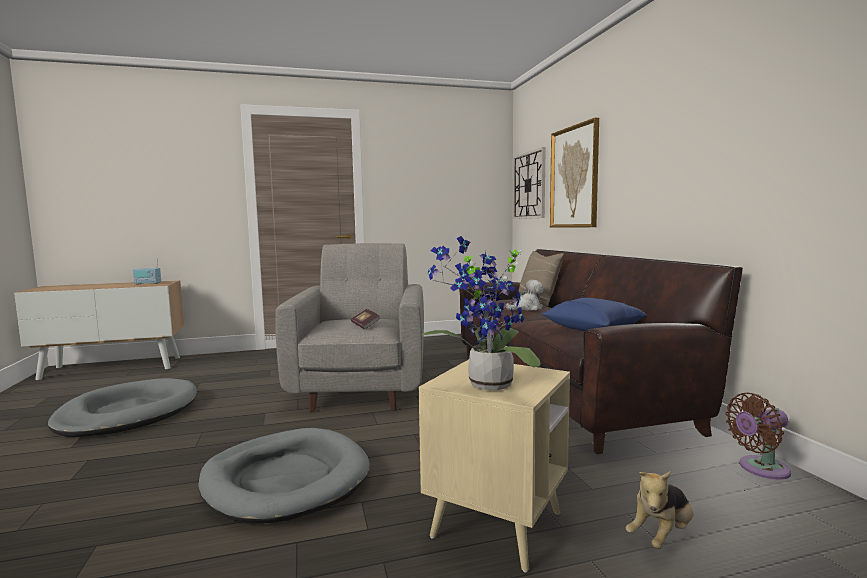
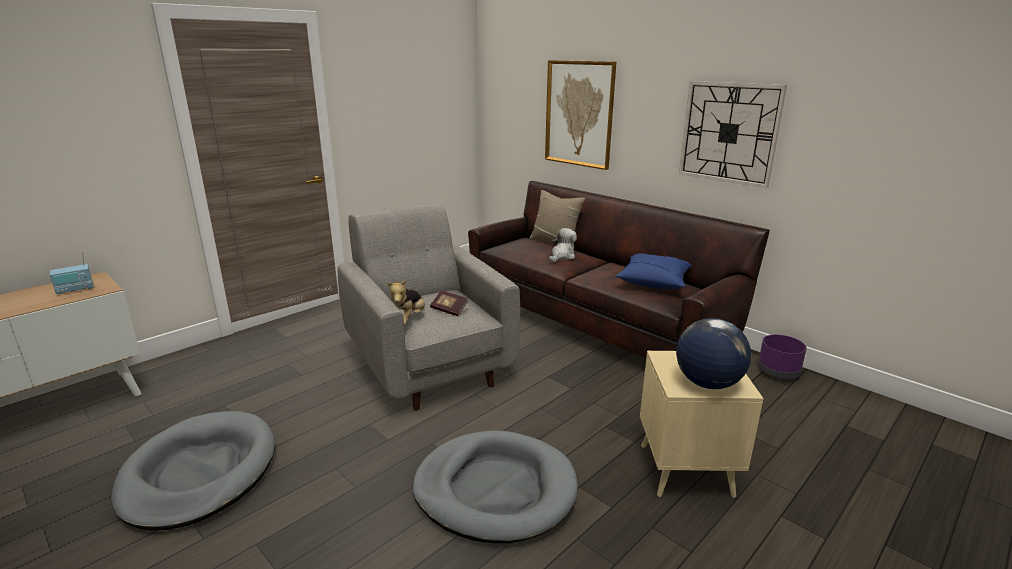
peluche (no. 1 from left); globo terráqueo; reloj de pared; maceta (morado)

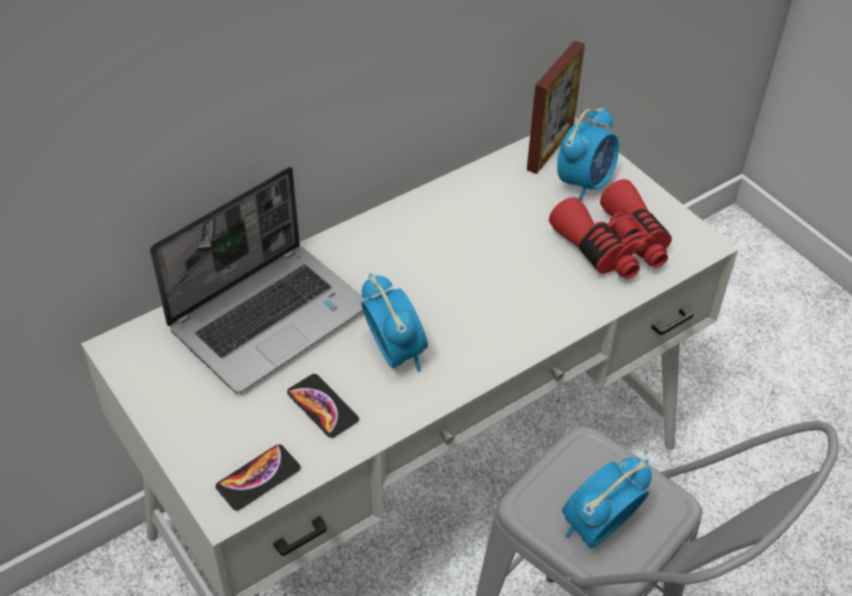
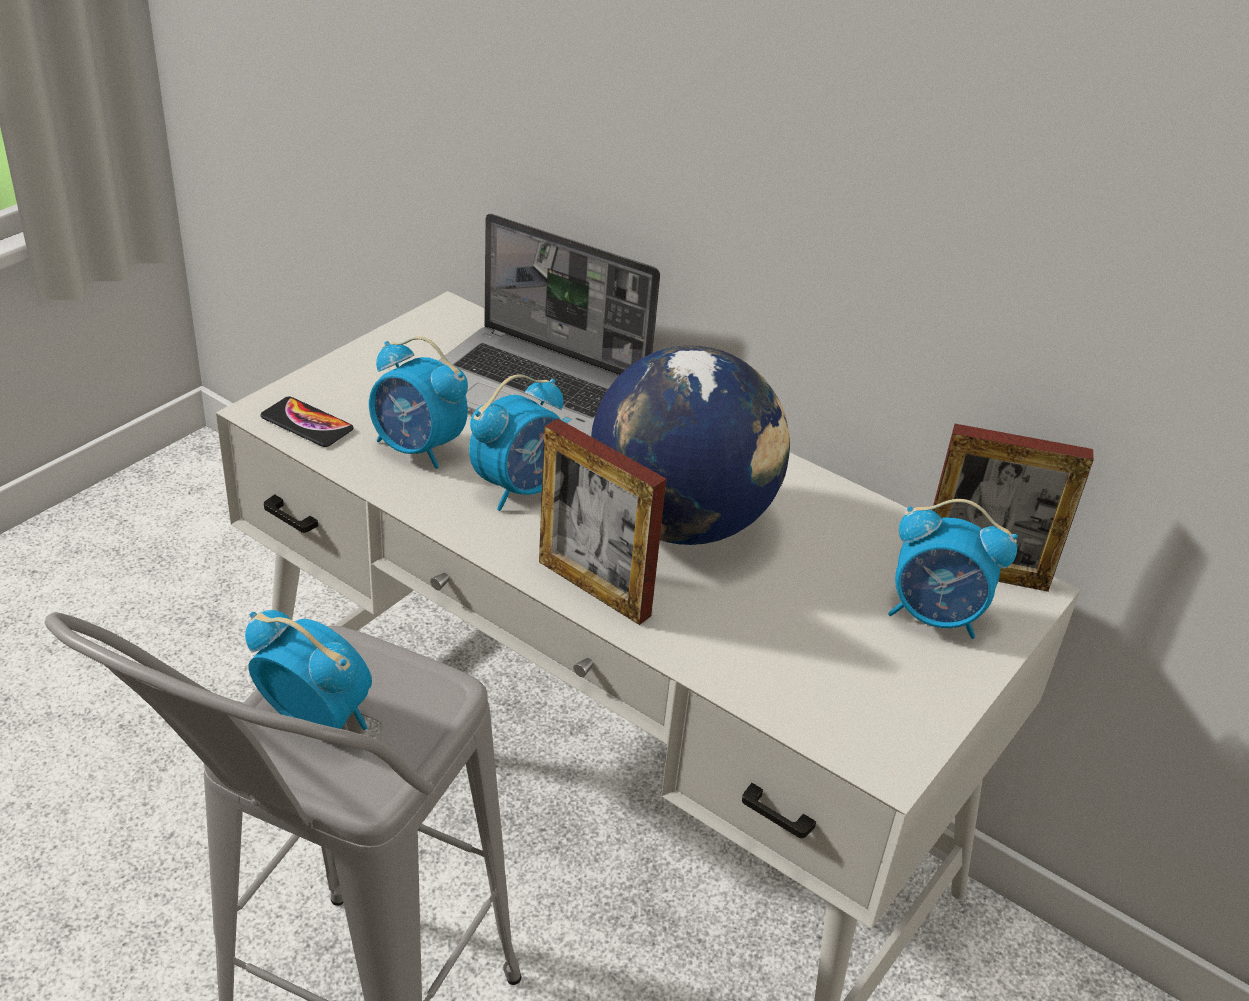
despertador (no. 2 from left); portarretratos (no. 1 from left); globo terráqueo; prismáticos (rojo)

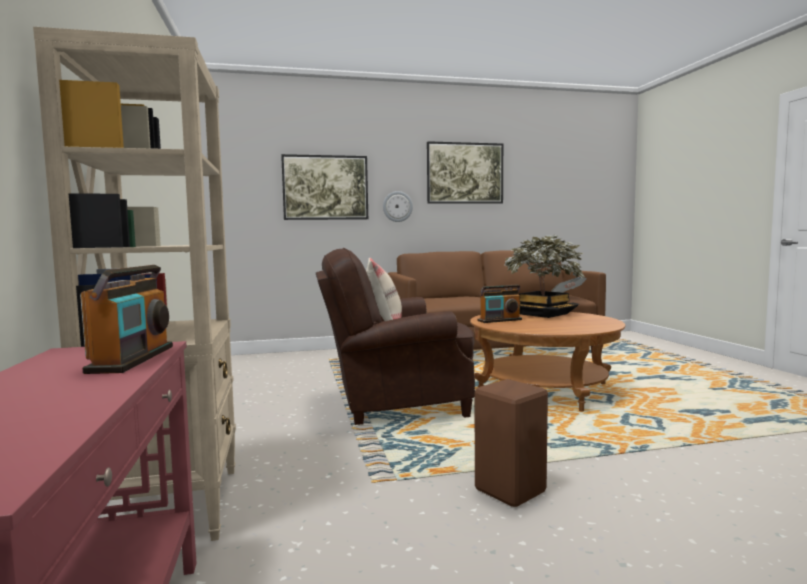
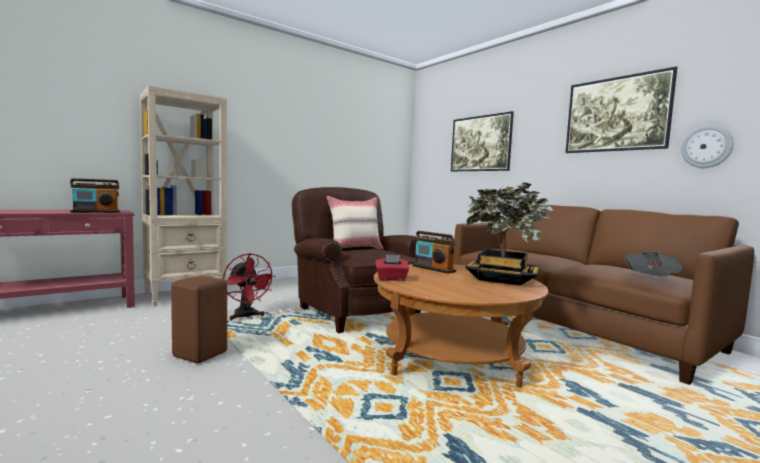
ventilador (rojo); caja de pañuelos (rojo); reloj de pared

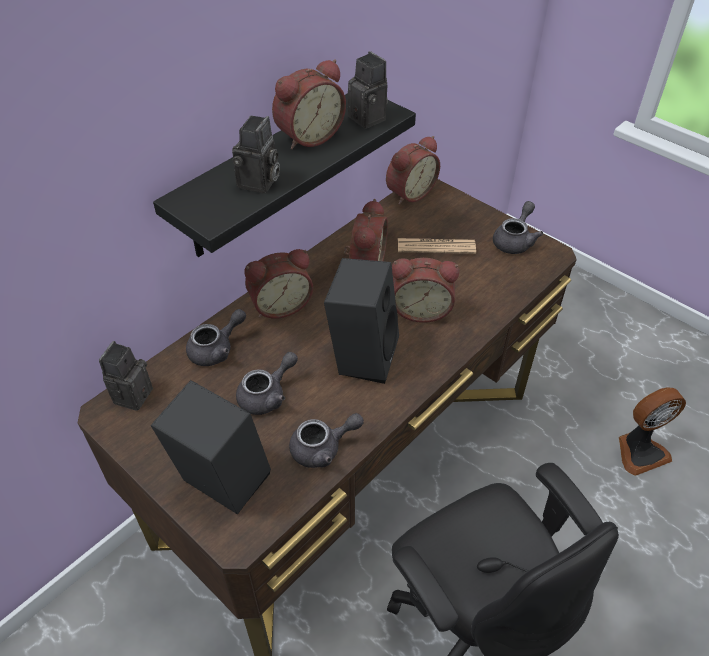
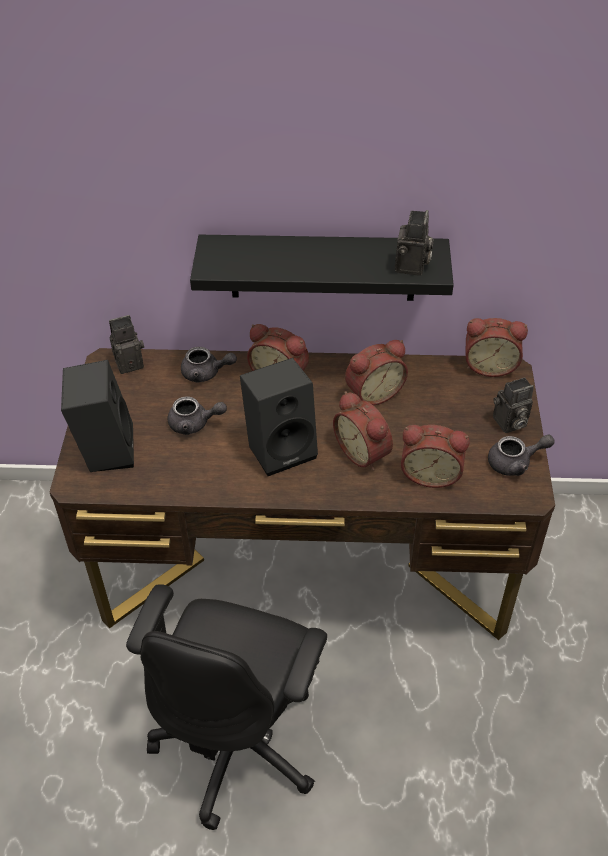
despertador (no. 4 from left); cámara (no. 3 from left); tetera (gris) (no. 3 from left in the first image); periódico; ventilador

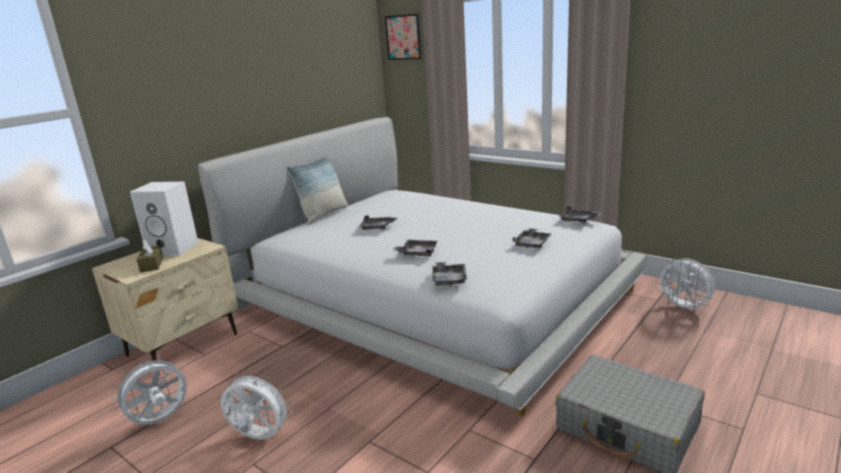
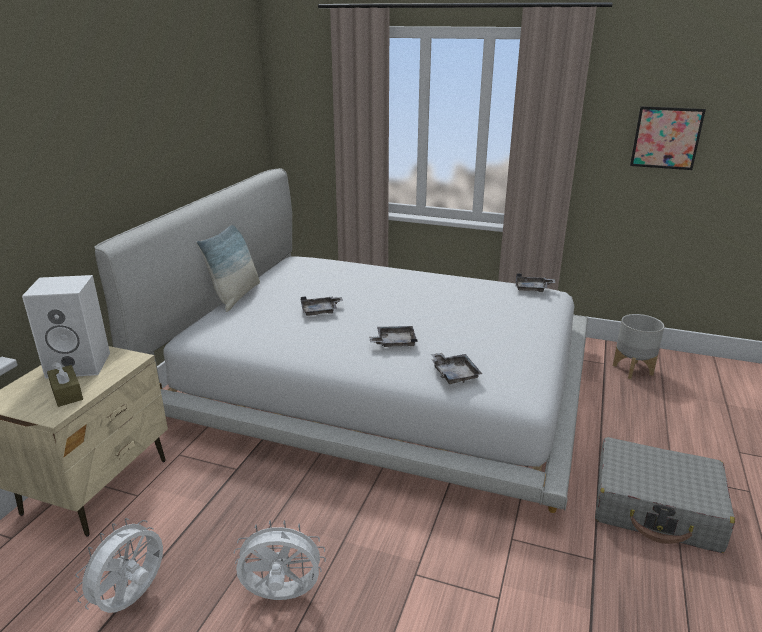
maceta (gris); cuadro; bandeja (gris) (no. 4 from left in the first image)

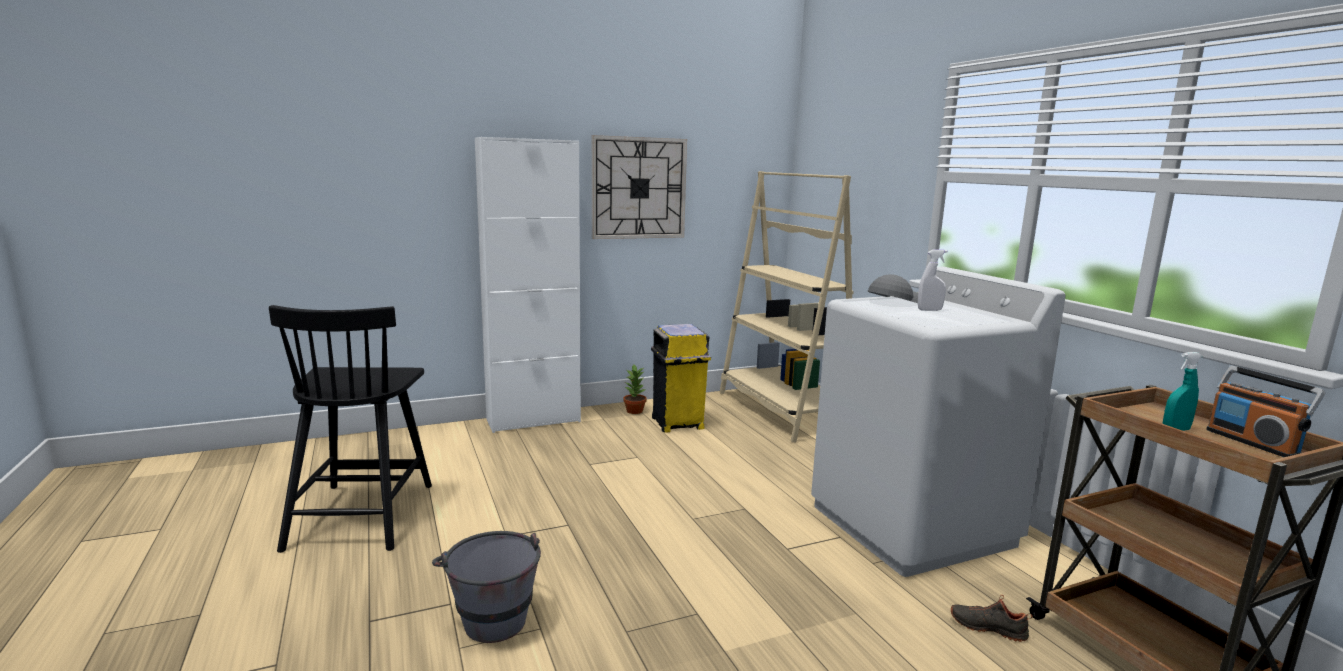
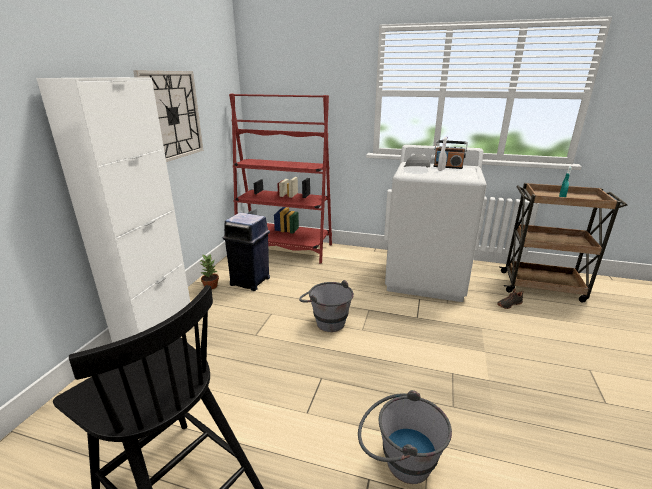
papelera (azul); estantería (rojo); cubo (gris) (no. 1 from left); radio

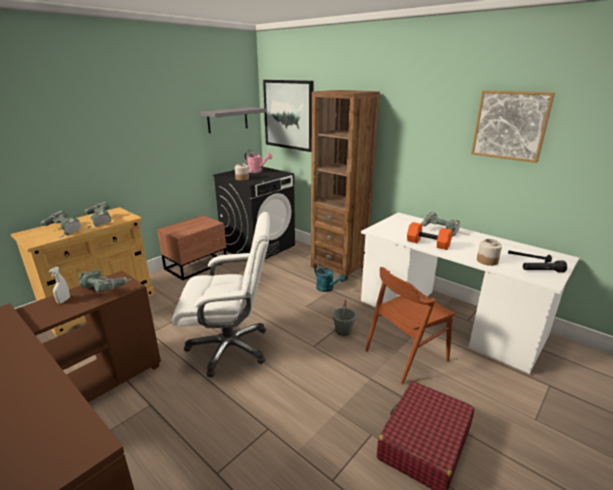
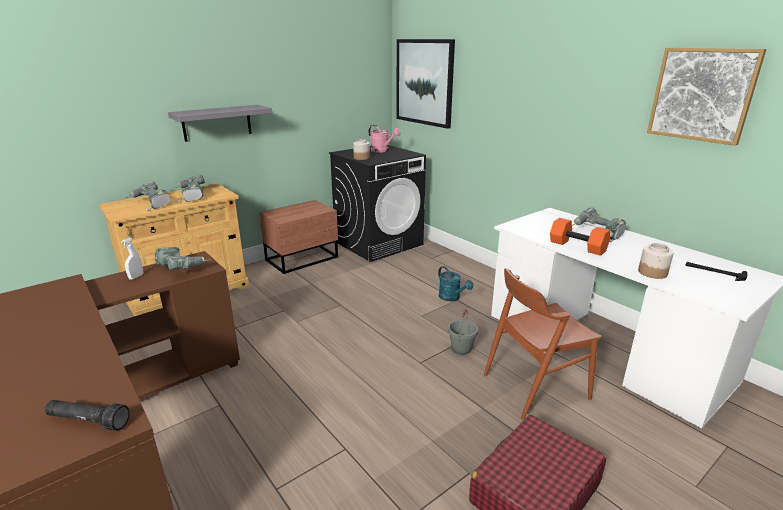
linterna (negro); estante (gris); silla de oficina (blanco); estantería (marrón)

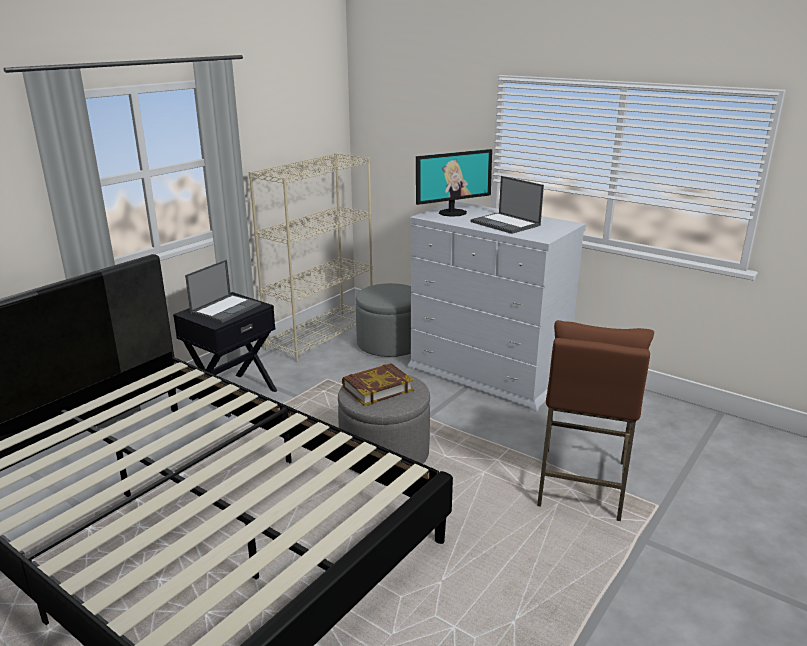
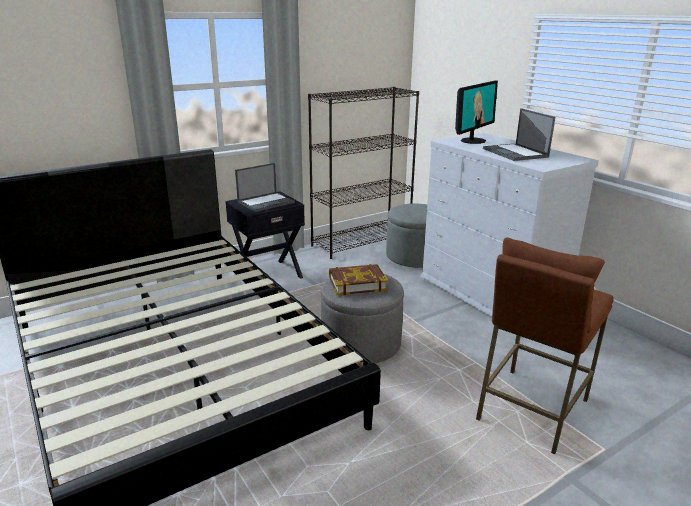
estantería (negro); monitor

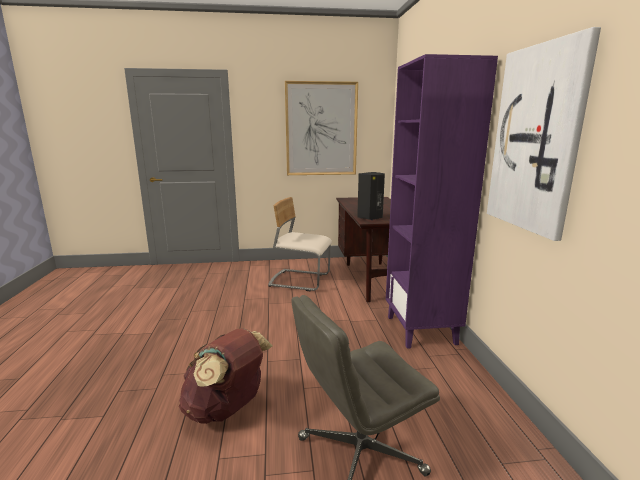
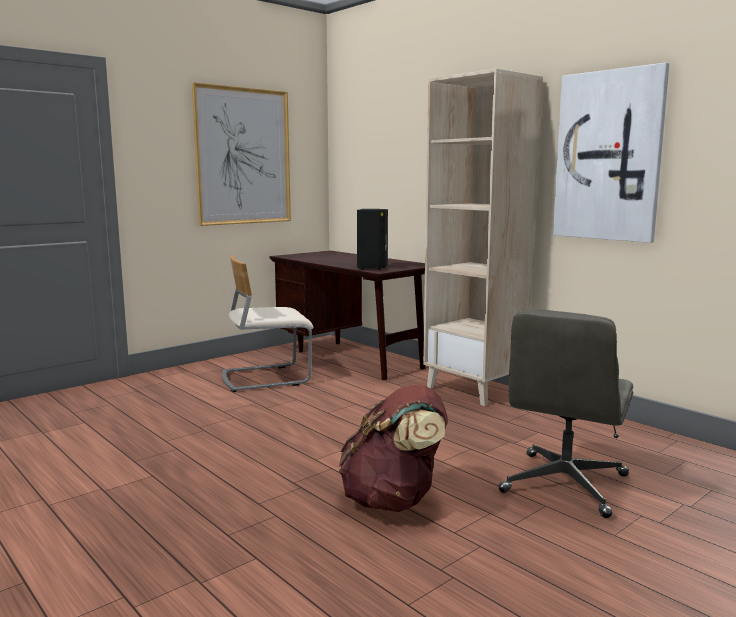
estantería (beis)

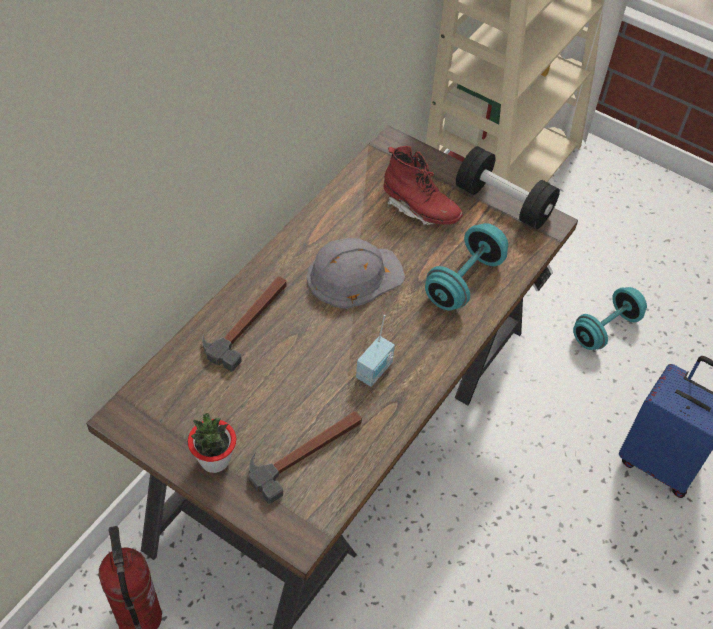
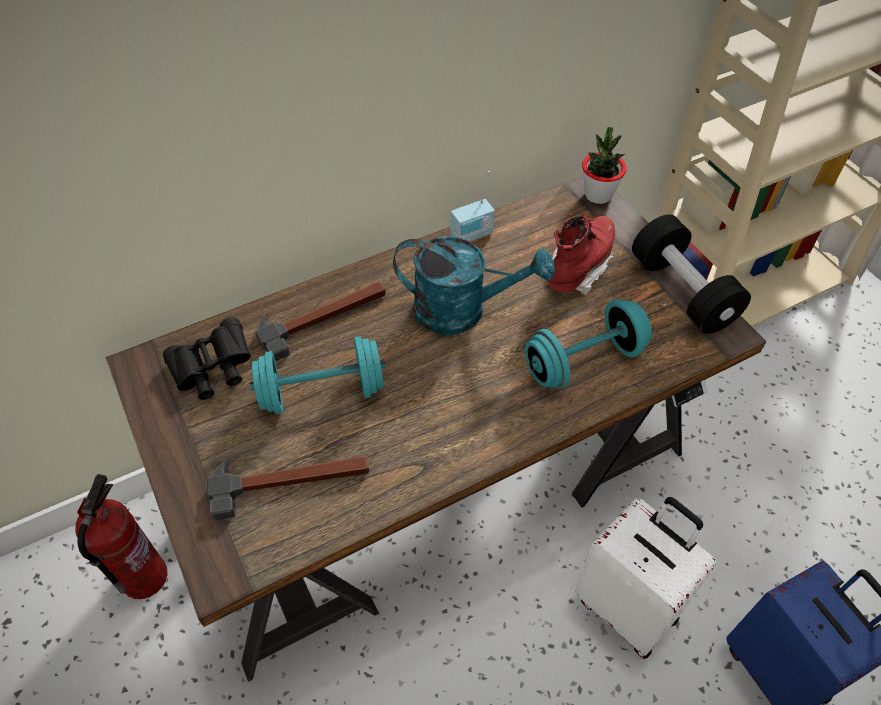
prismáticos (negro); mancuerna (turquesa) (no. 1 from left); regadera (turquesa); radio; bota (rojo); maleta (blanco); planta en maceta

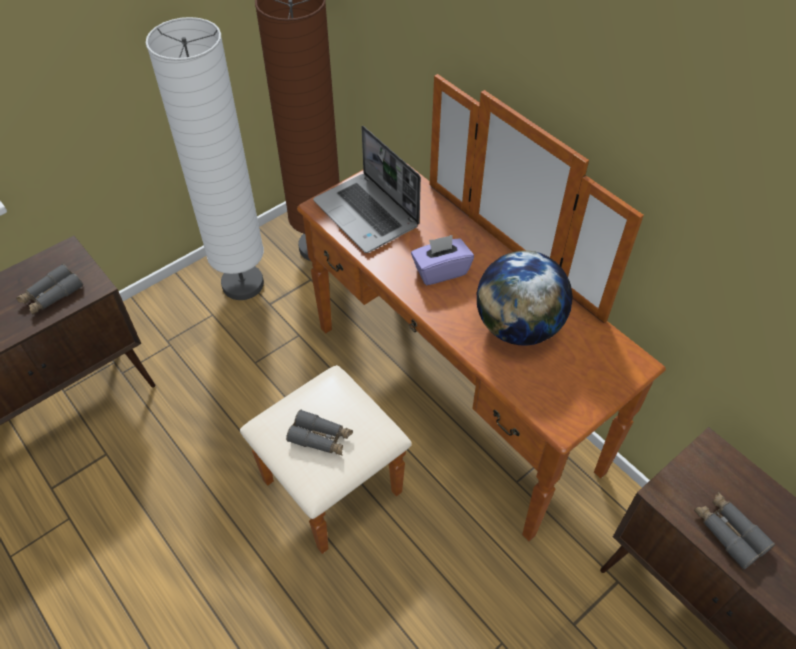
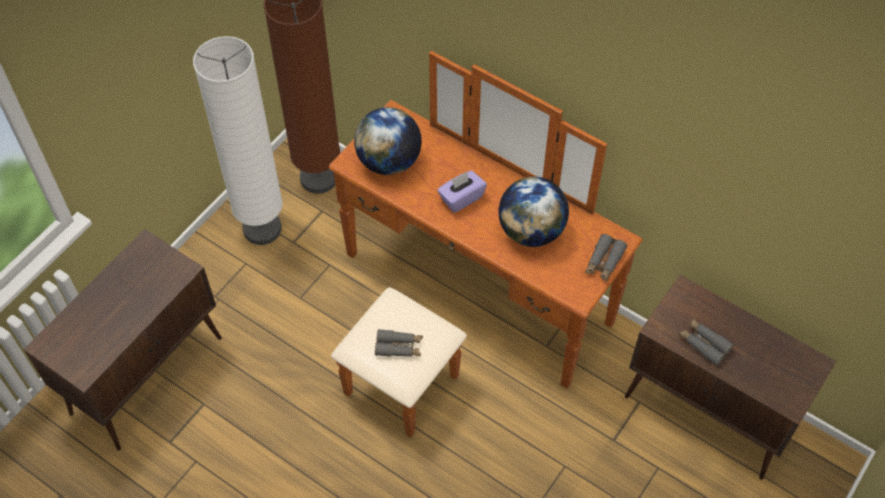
globo terráqueo (no. 1 from left); prismáticos (gris) (no. 2 from left)

